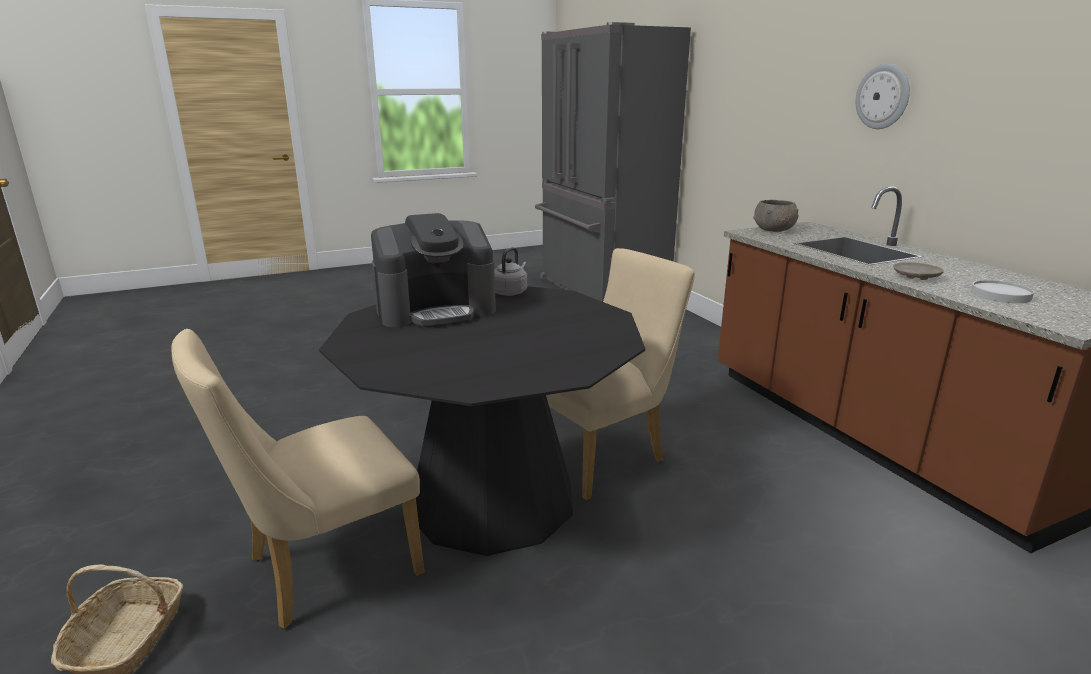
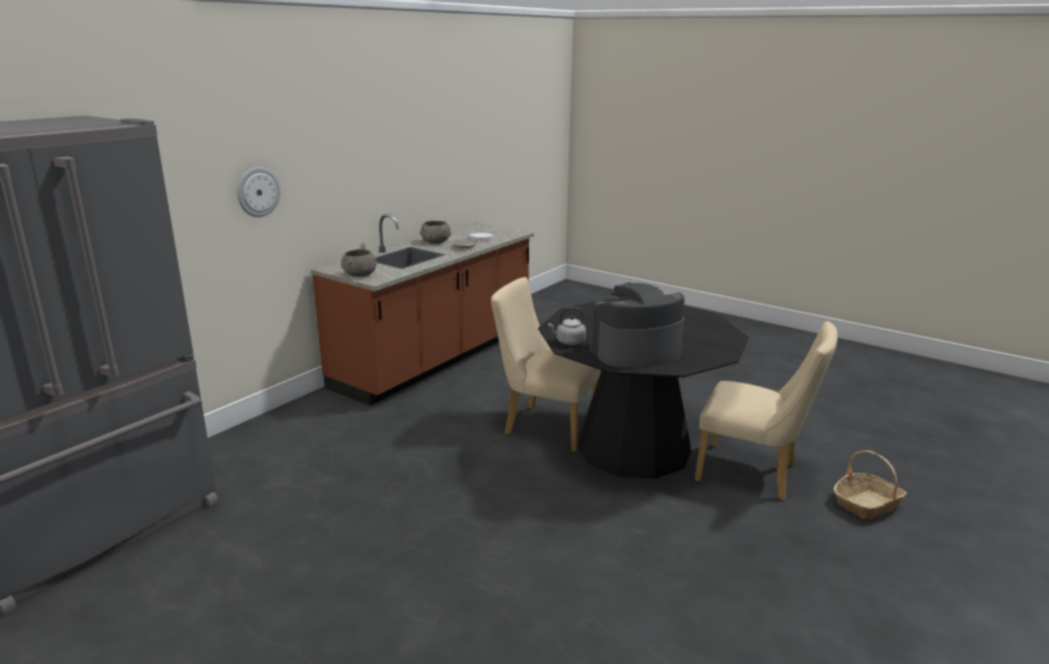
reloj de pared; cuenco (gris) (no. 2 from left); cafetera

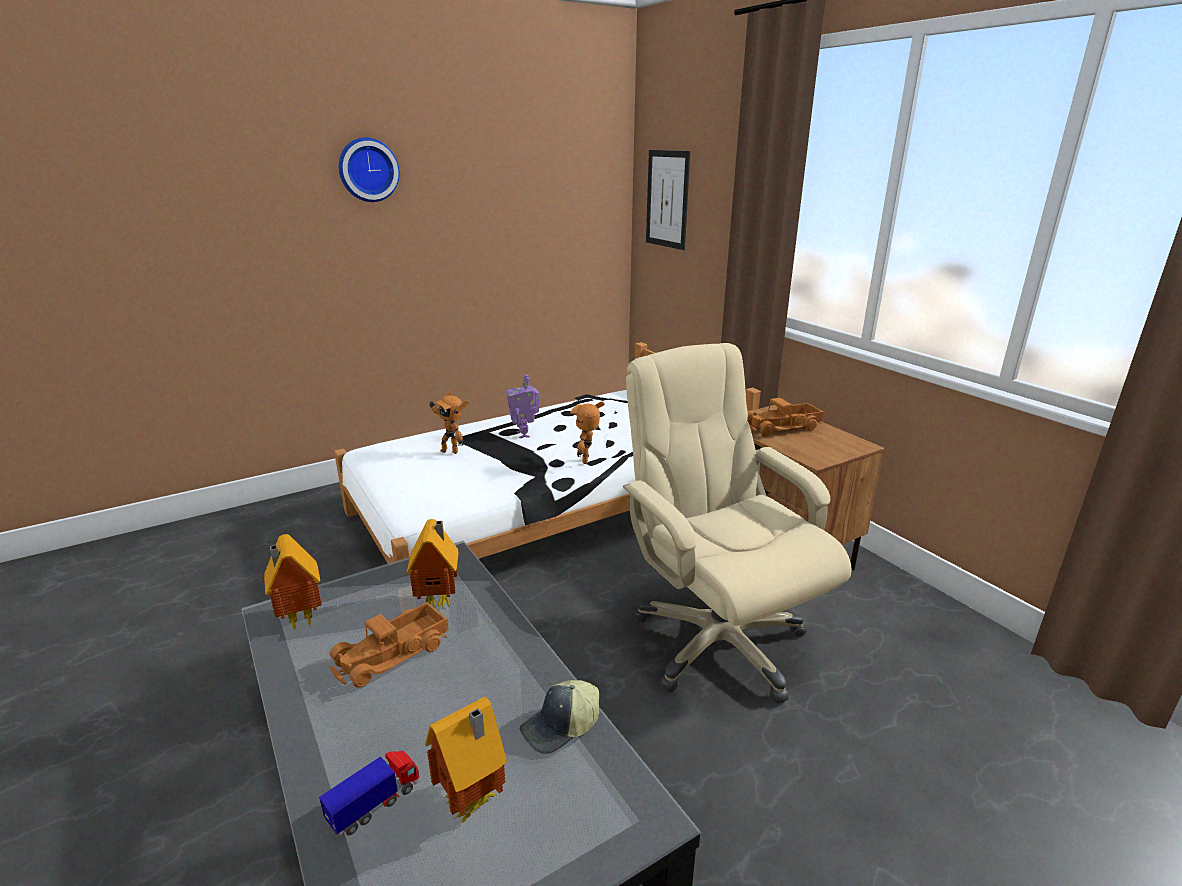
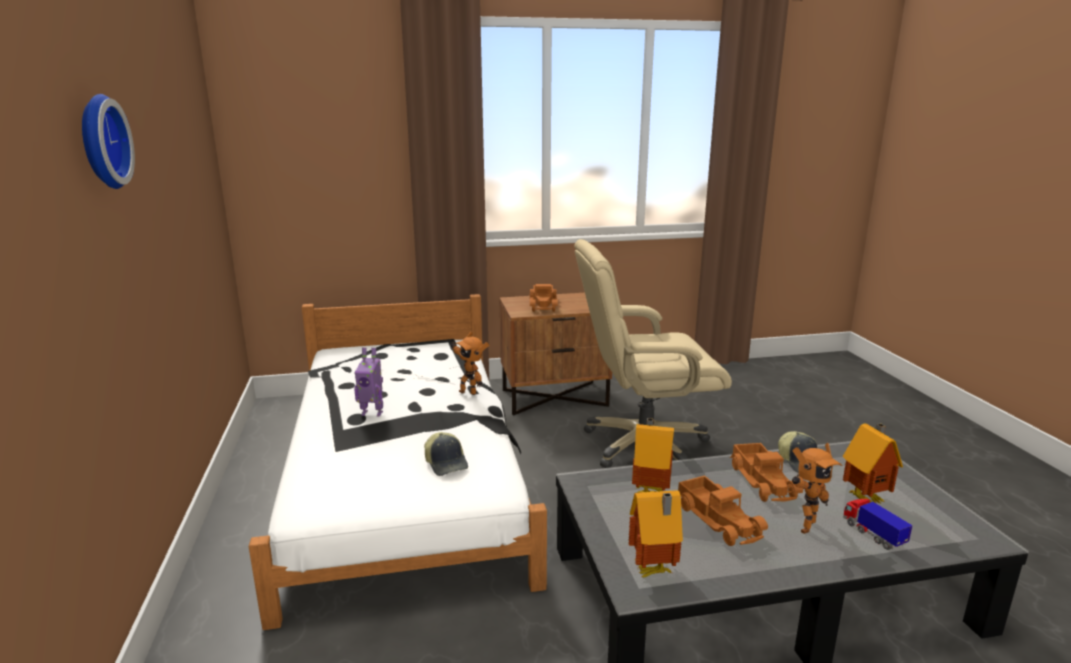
gorra (no. 1 from left); camión de juguete (no. 3 from left); robot de juguete (no. 3 from left); cuadro

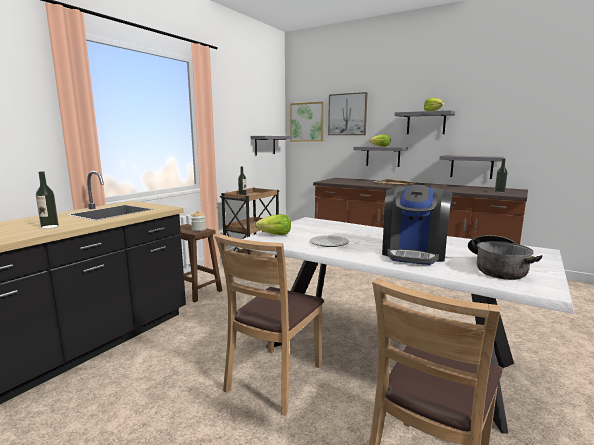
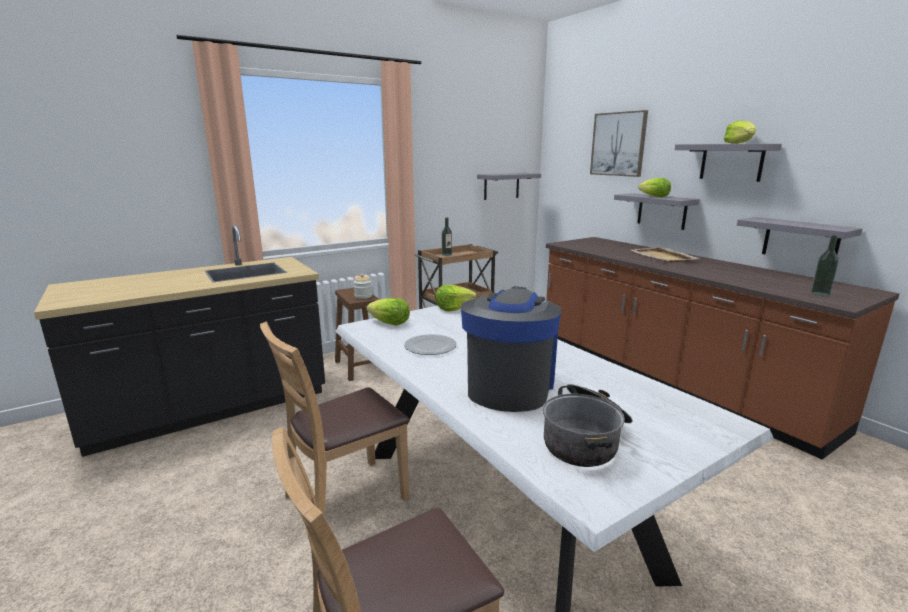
lechuga (no. 2 from left); cafetera; botella (no. 1 from left in the first image); cuadro (no. 1 from left in the first image)

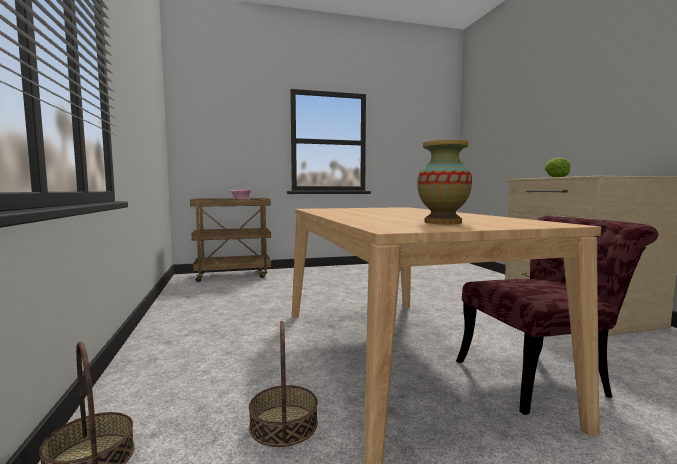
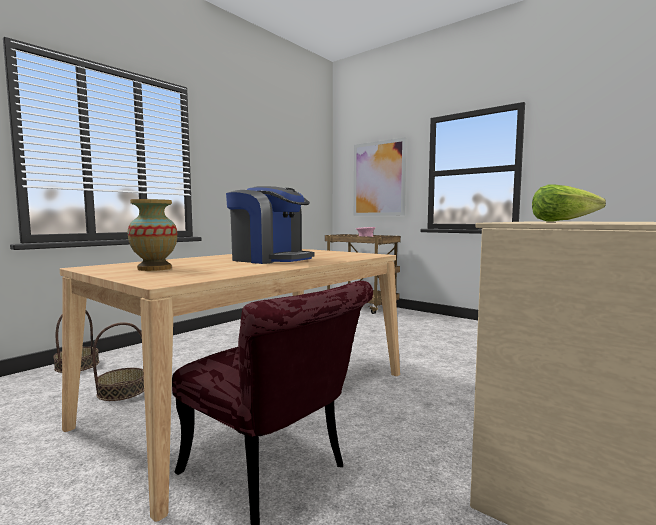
cafetera; cuadro

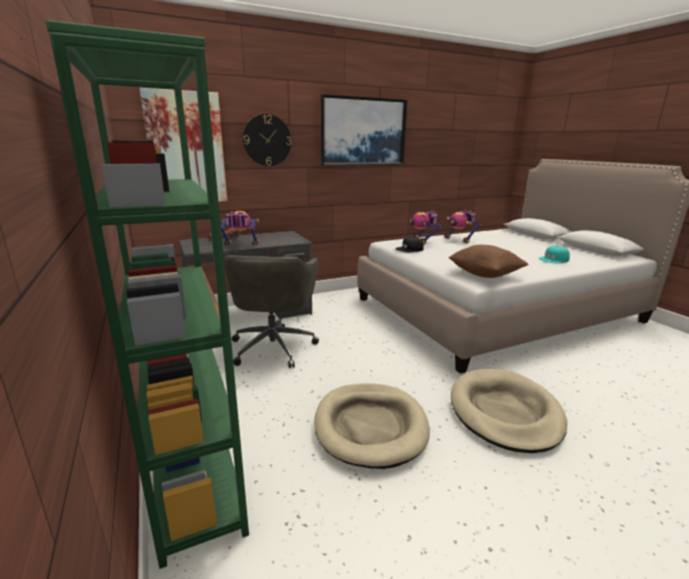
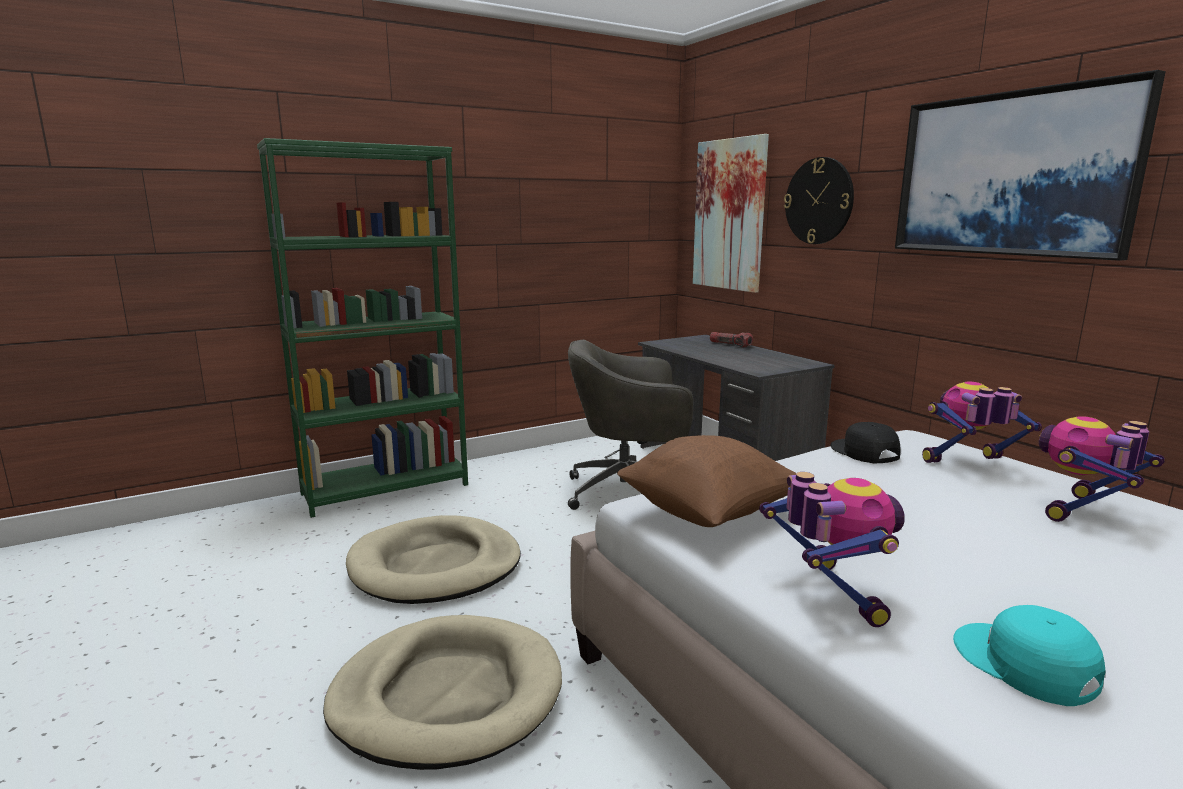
robot de juguete (no. 1 from left)

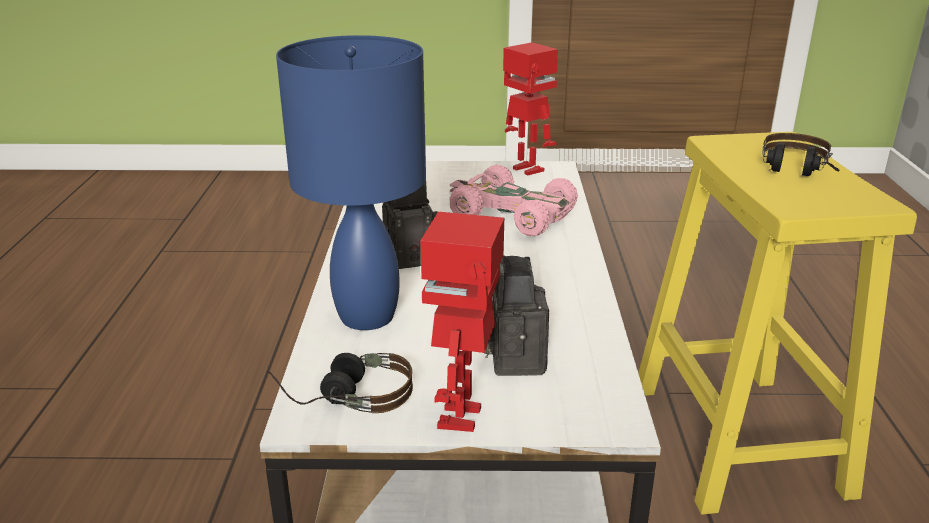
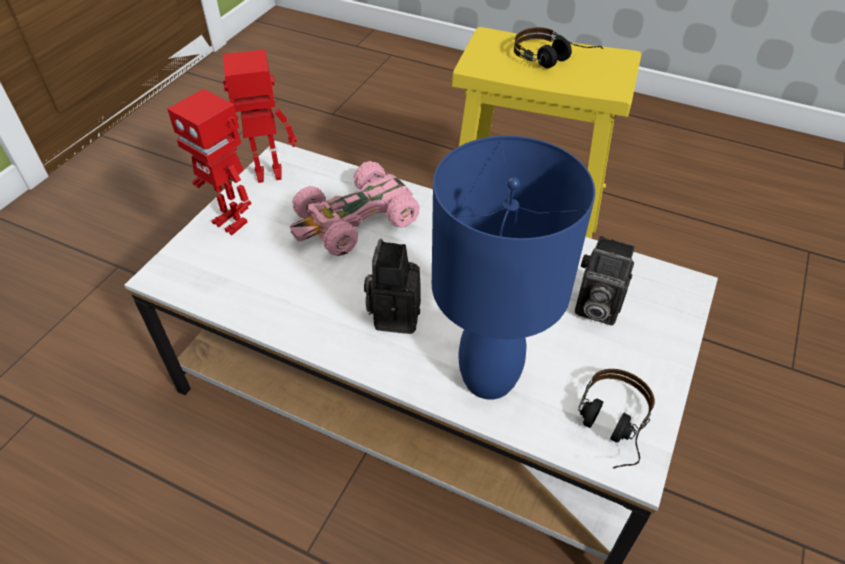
robot de juguete (no. 1 from left)

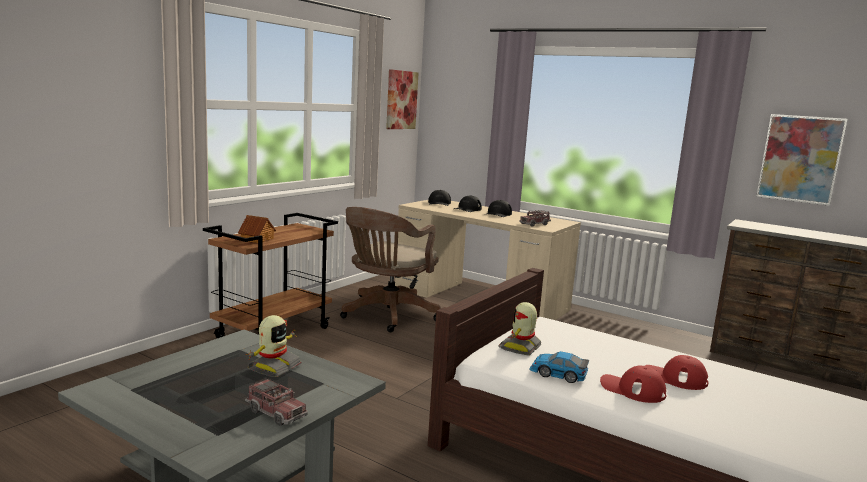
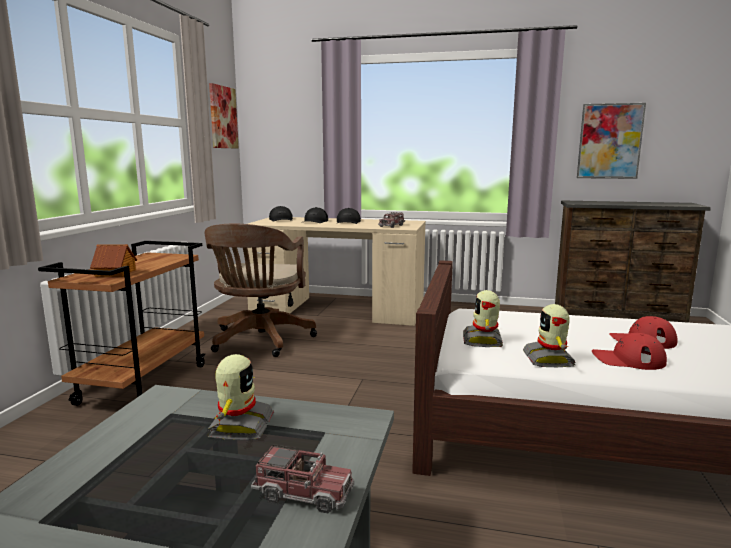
robot de juguete (no. 3 from left)

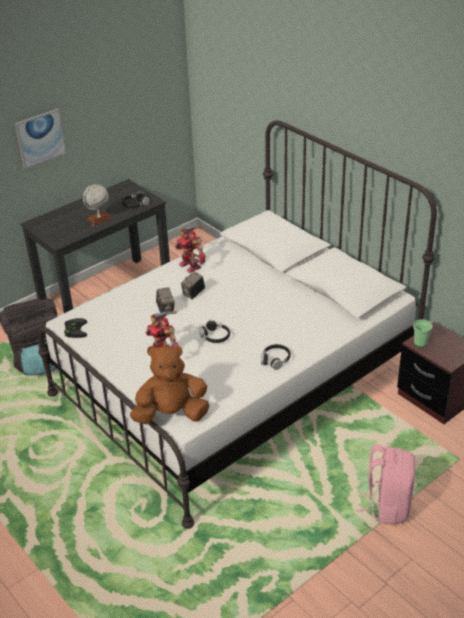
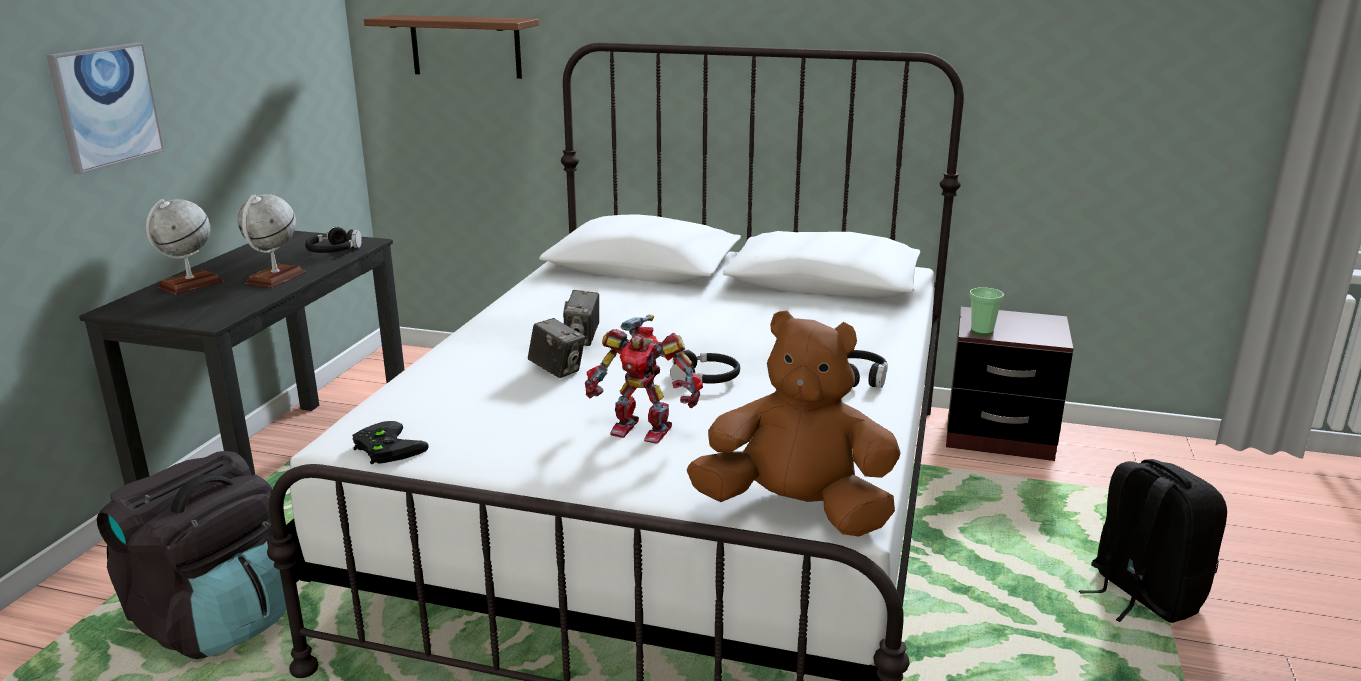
globo terráqueo (no. 1 from left); estante; peluche (marrón); mochila (negro) (no. 2 from left); robot de juguete (no. 2 from left in the first image)

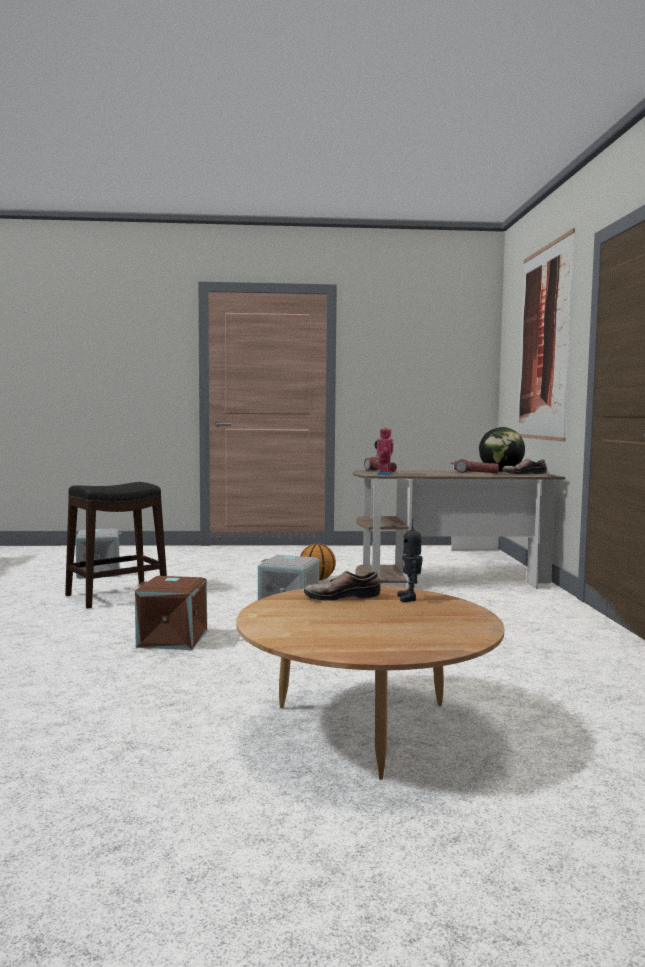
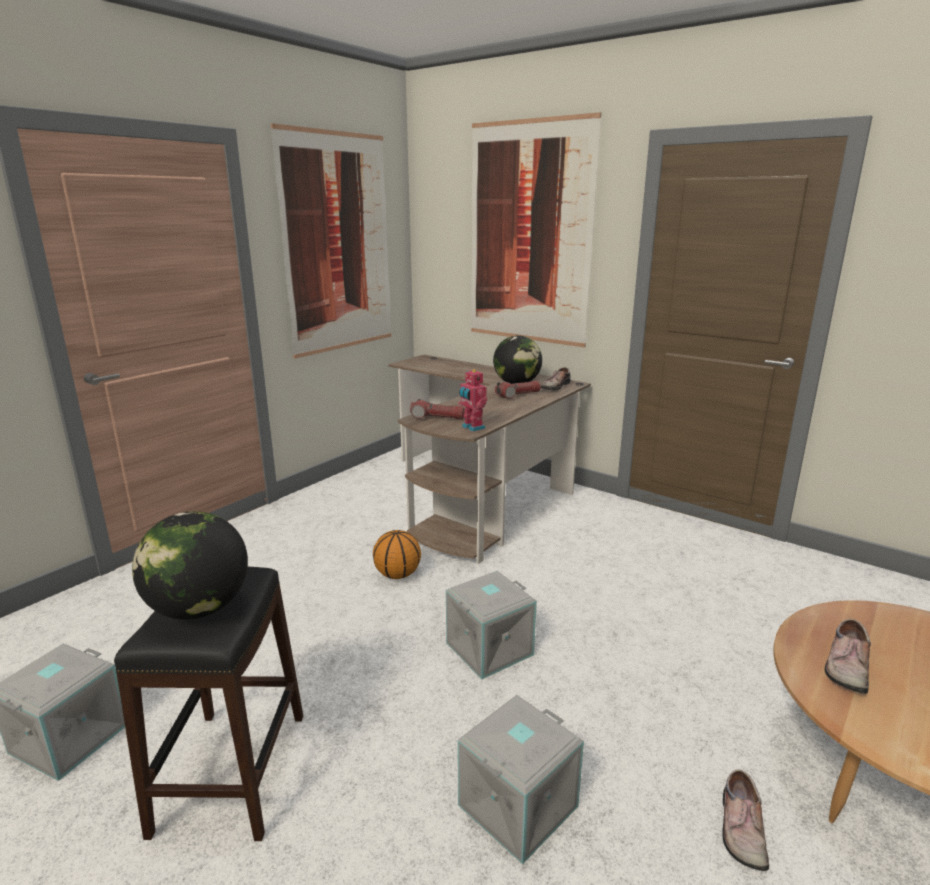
globo terráqueo (no. 1 from left); cuadro (no. 1 from left); caja de almacenaje (gris) (no. 3 from left); zapato (no. 2 from left); robot de juguete (no. 2 from left in the first image)

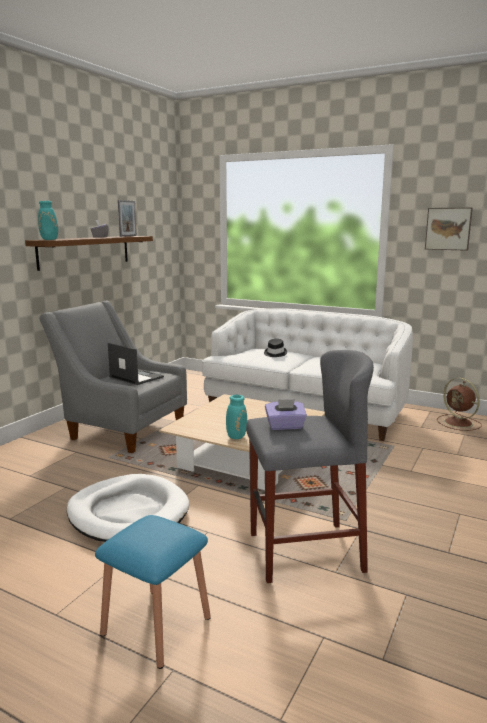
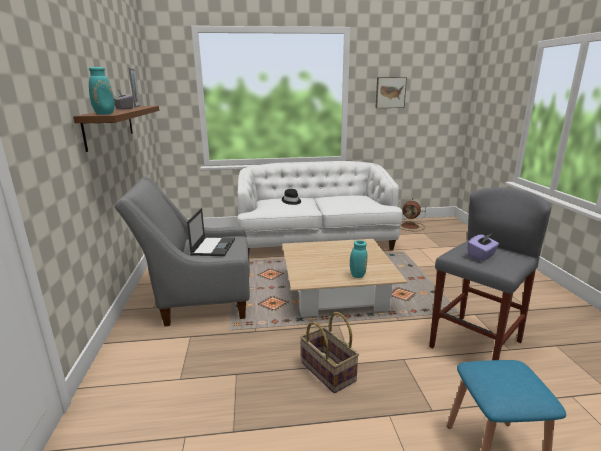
portátil; cesta

